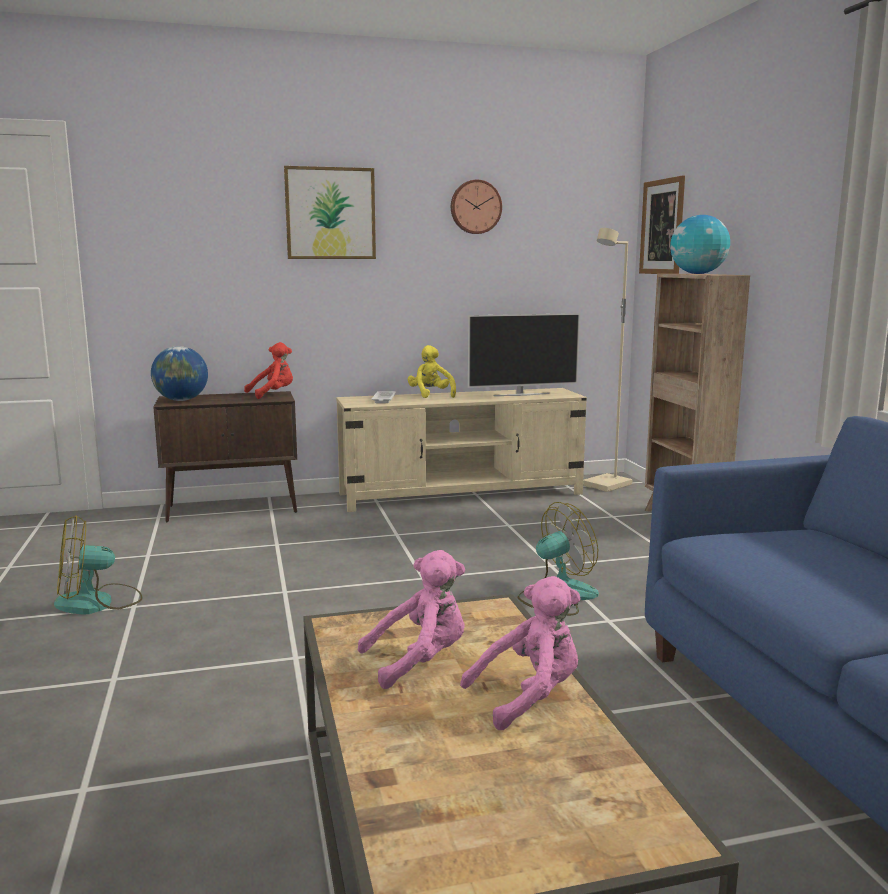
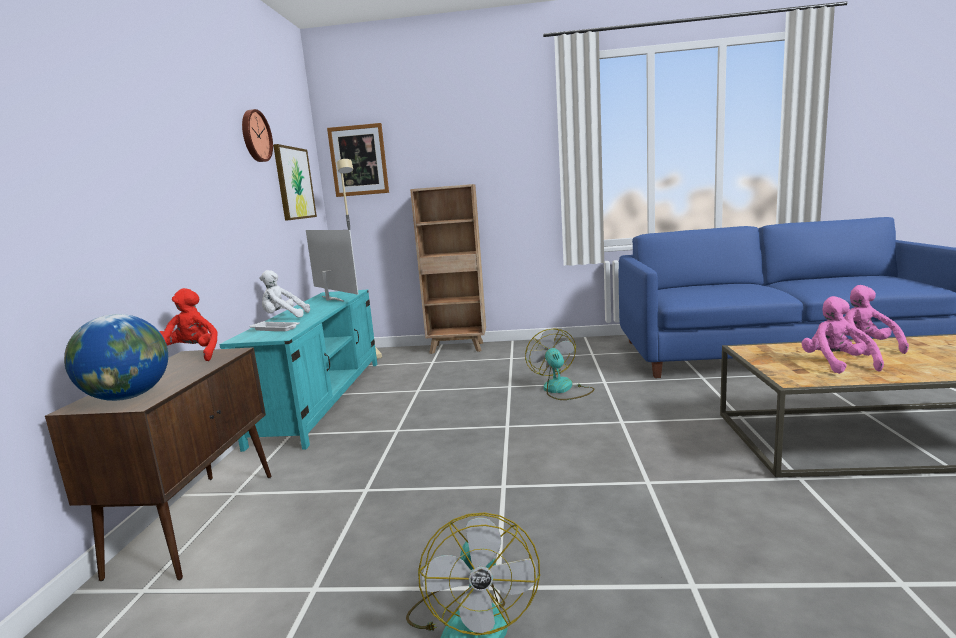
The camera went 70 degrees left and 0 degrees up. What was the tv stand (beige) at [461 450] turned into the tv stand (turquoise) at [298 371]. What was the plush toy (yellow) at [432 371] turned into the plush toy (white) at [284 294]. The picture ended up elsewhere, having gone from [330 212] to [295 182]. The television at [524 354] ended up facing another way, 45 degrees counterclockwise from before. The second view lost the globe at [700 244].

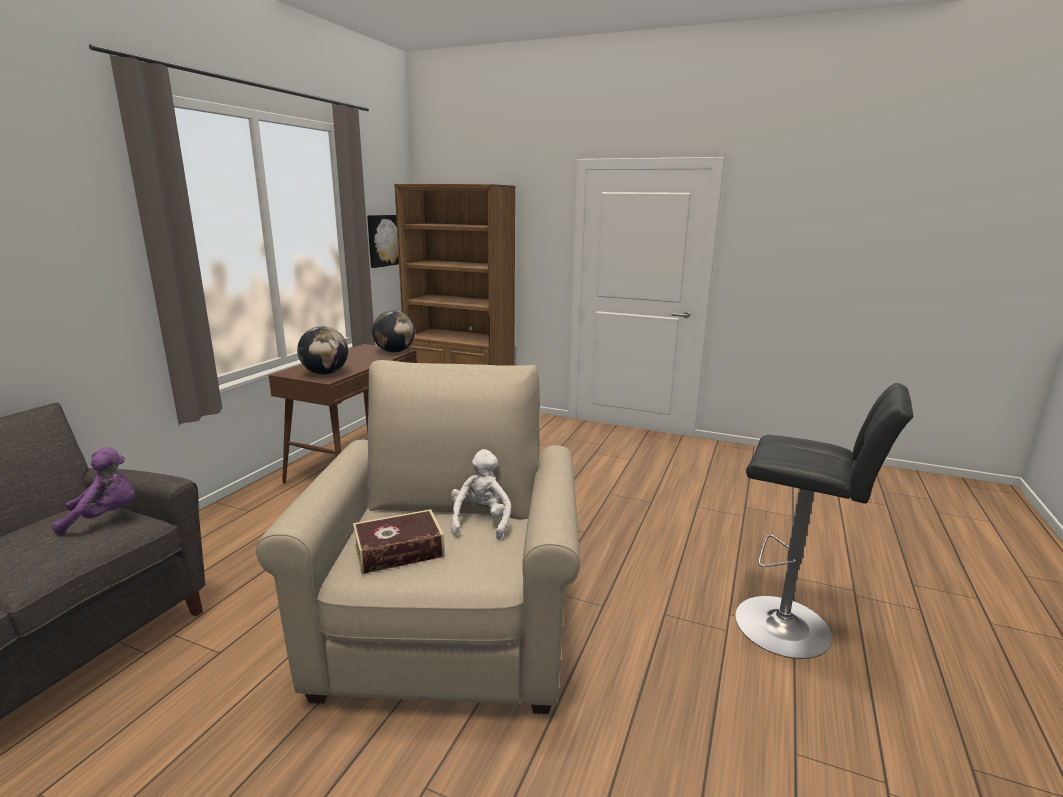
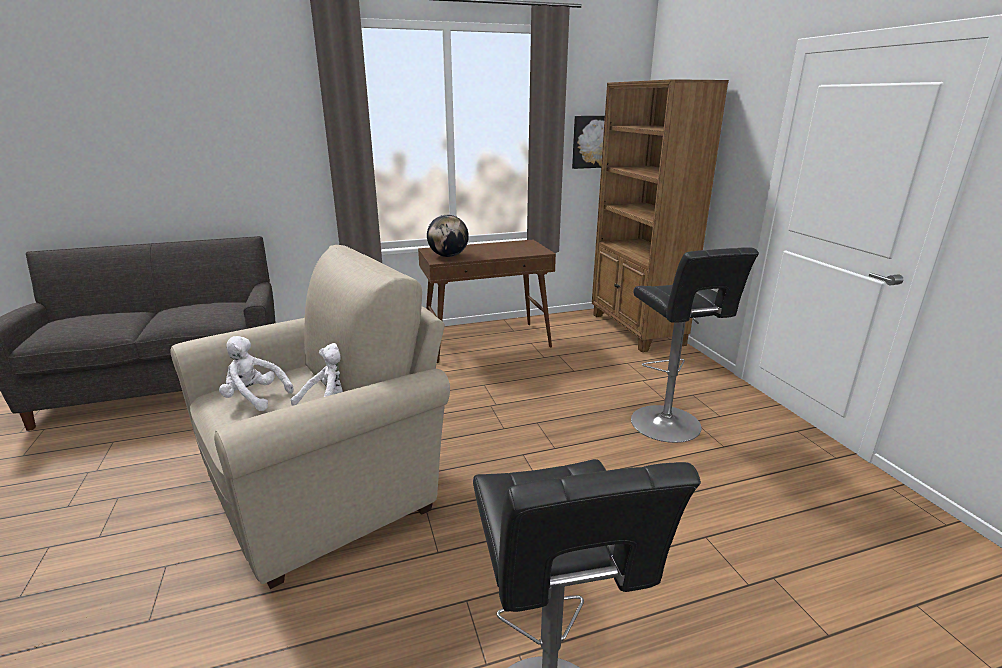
The camera went 50 degrees right and 5 degrees up. Where the book stood at [399 541], the plush toy (white) came to stand at [256 373]. The second view gained the stool (black) at [695 345]. The second view lost the plush toy (purple) at [93 491]. The second view lost the globe at [393 331].

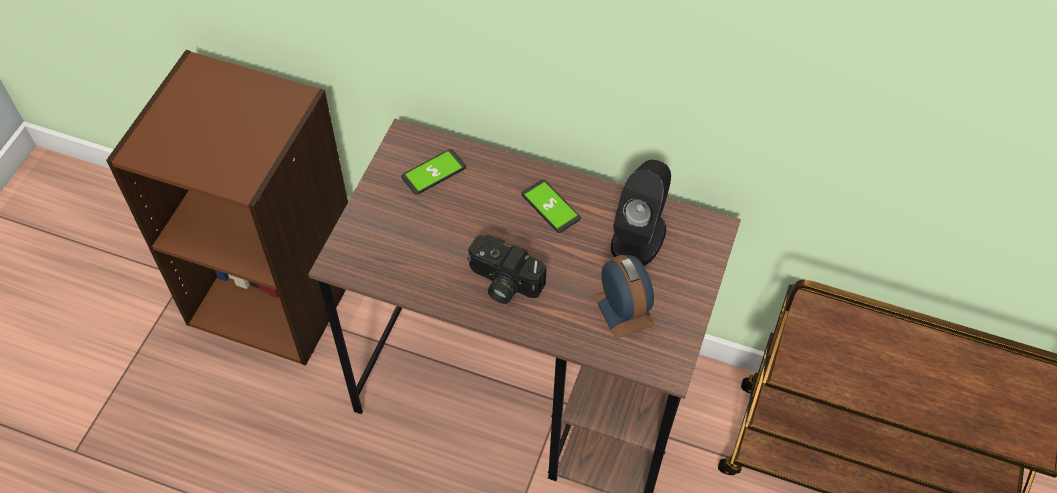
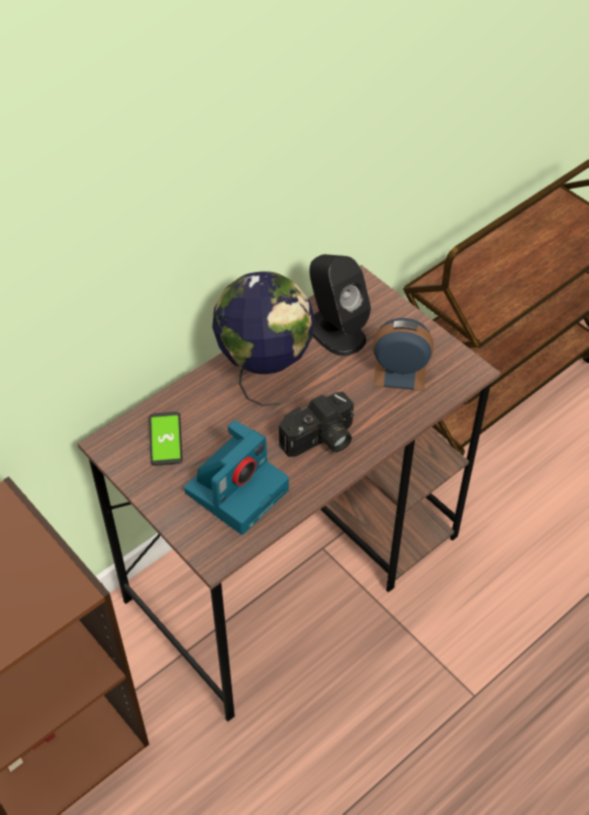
The camera went 60 degrees left and 5 degrees down. The second view gained the photo camera at [236 477]. Where the phone stood at [551 206], the globe came to stand at [263 338].

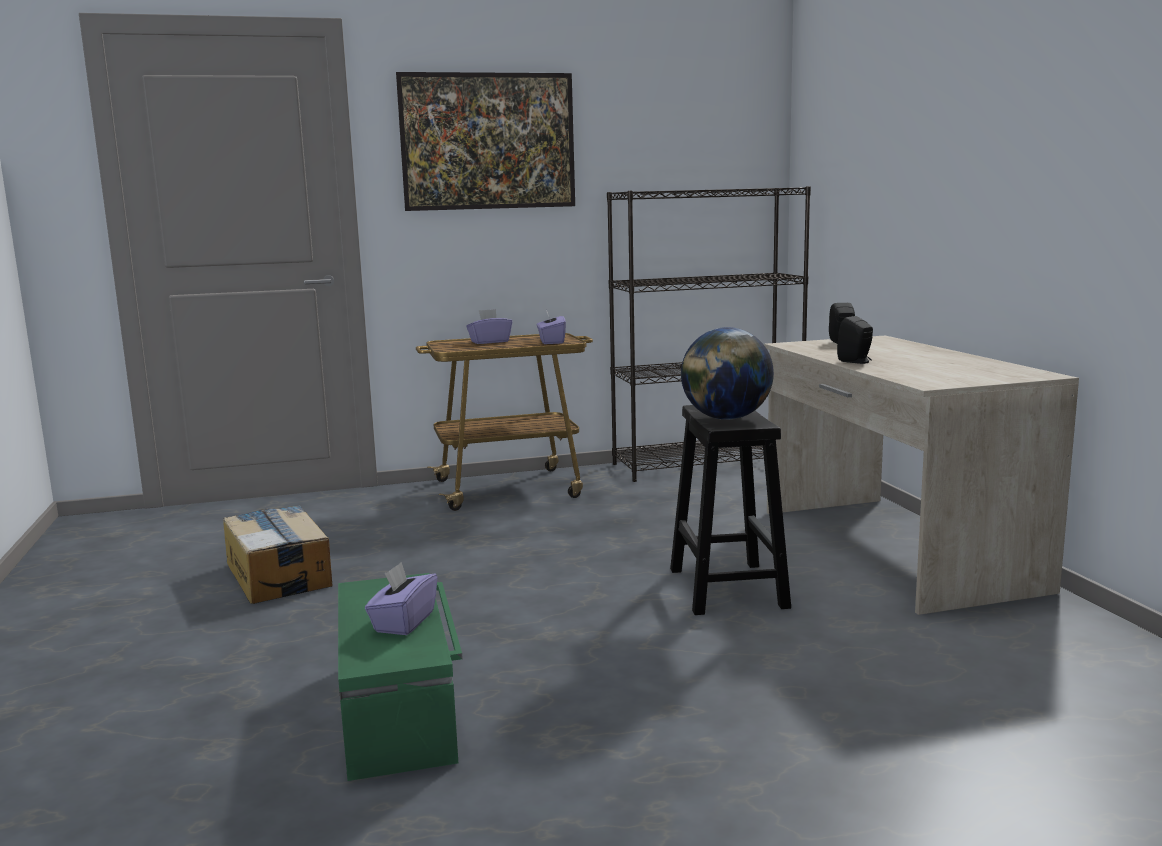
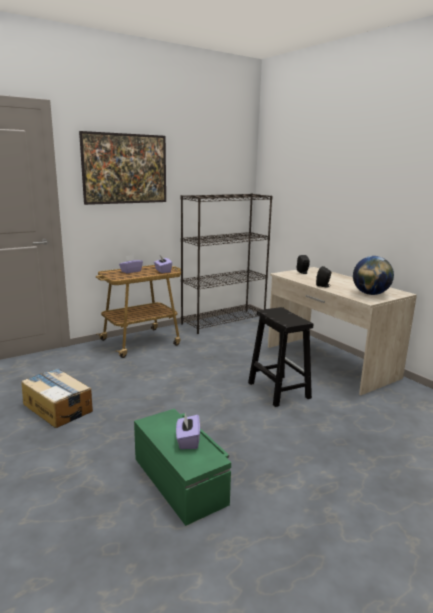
The camera went 20 degrees left and 5 degrees up. The globe ended up elsewhere, having gone from [727 373] to [373 275].

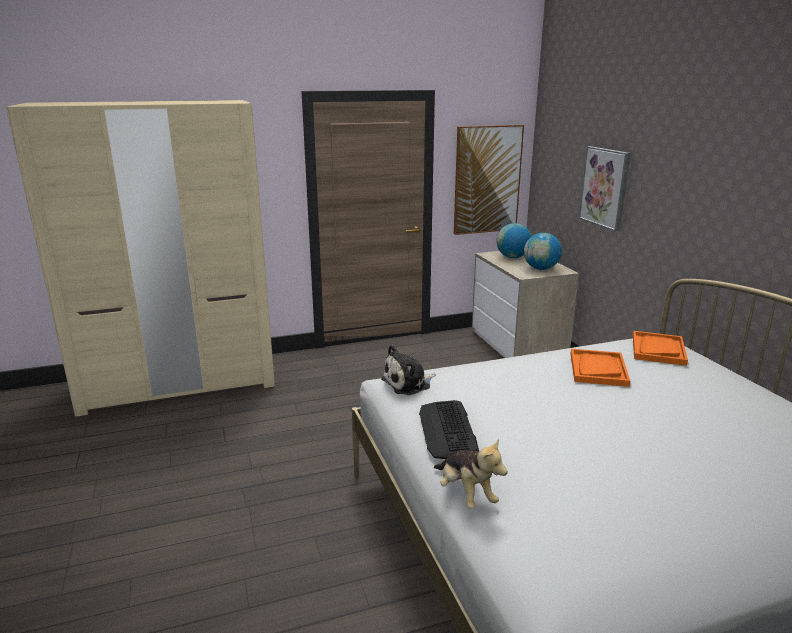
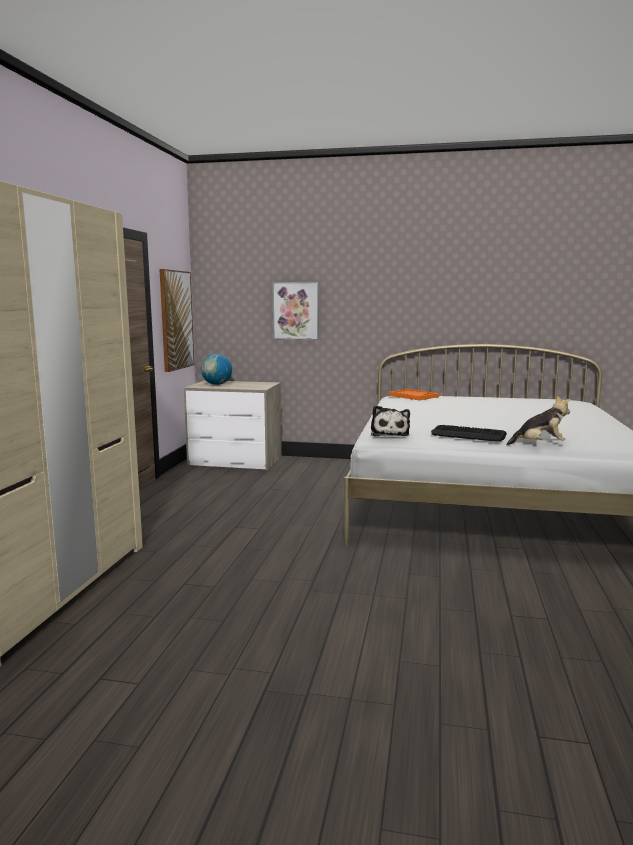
The camera went 60 degrees left and 10 degrees down. The second view lost the globe at [543 251]. The second view lost the tray (orange) at [600 368].

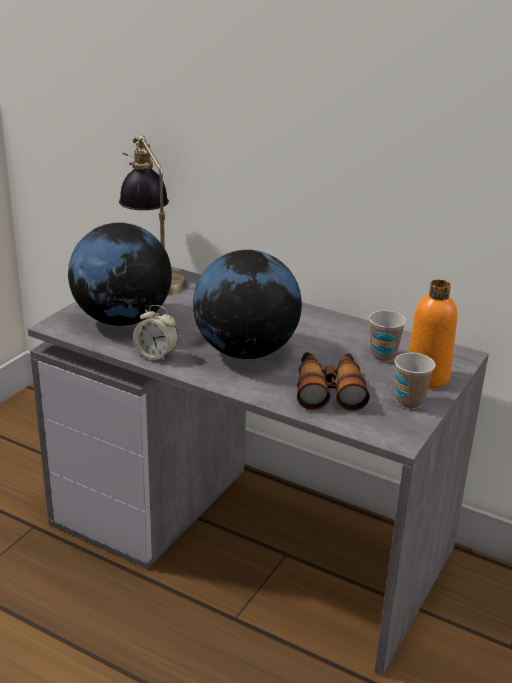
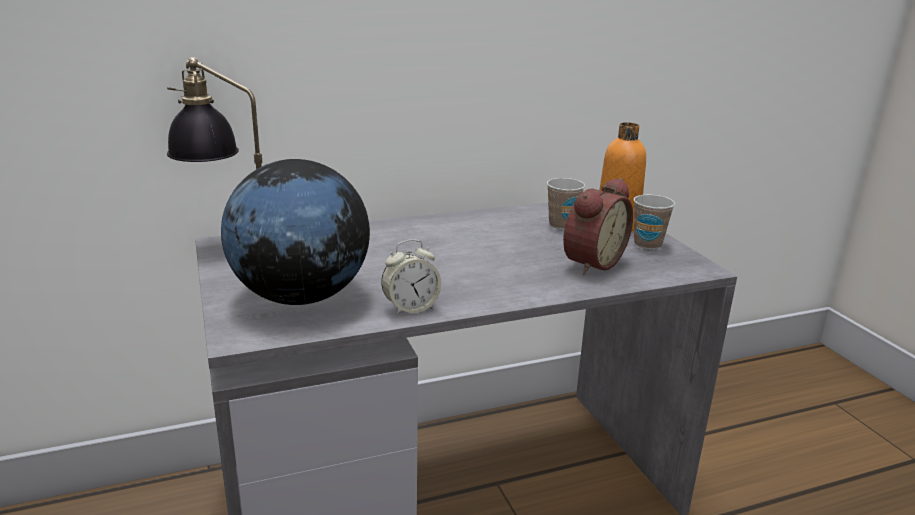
The camera went 50 degrees left and 5 degrees down. Where the binoculars stood at [333 381], the alarm clock came to stand at [598 226]. The second view lost the globe at [247 304].

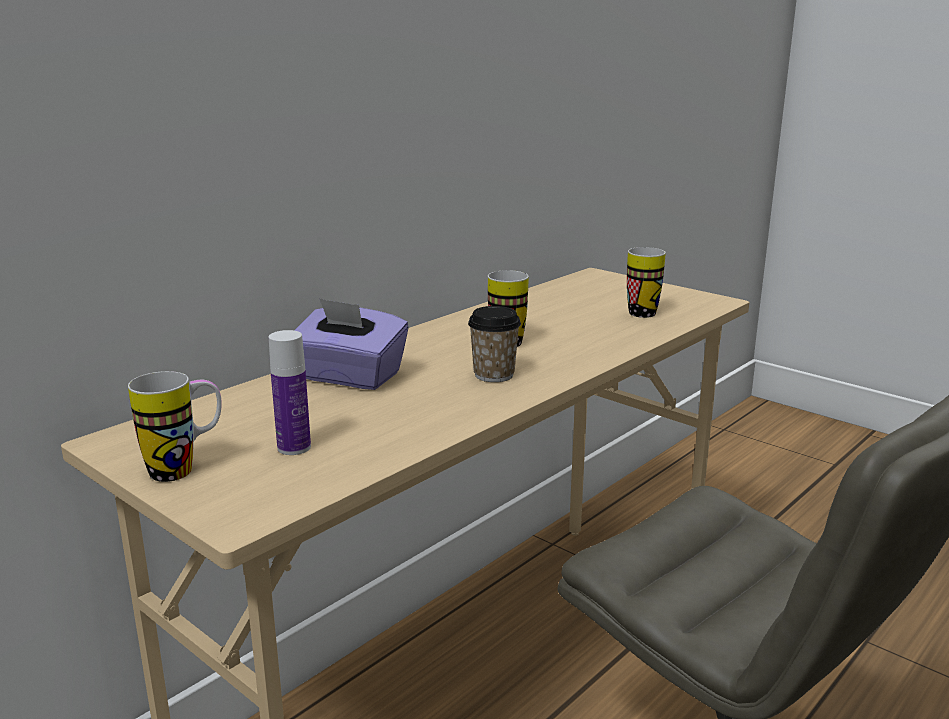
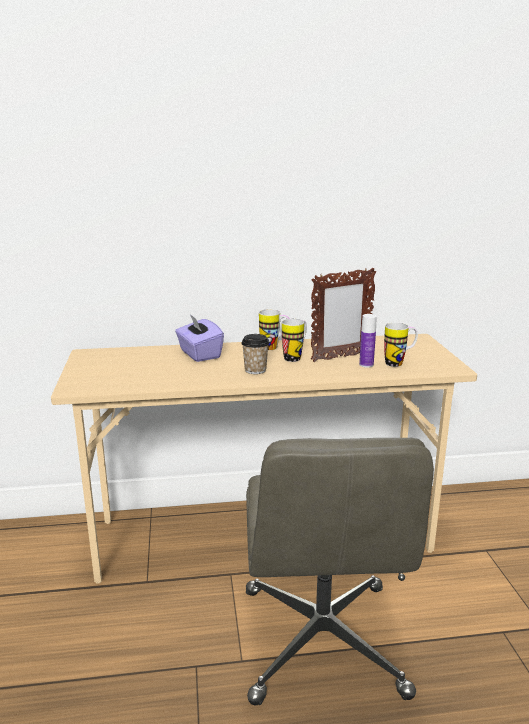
The camera went 40 degrees right and 0 degrees up. The mug ended up elsewhere, having gone from [175 426] to [274 329]. The second view gained the picture frame at [343 315]. The bottle ended up elsewhere, having gone from [290 392] to [368 341].

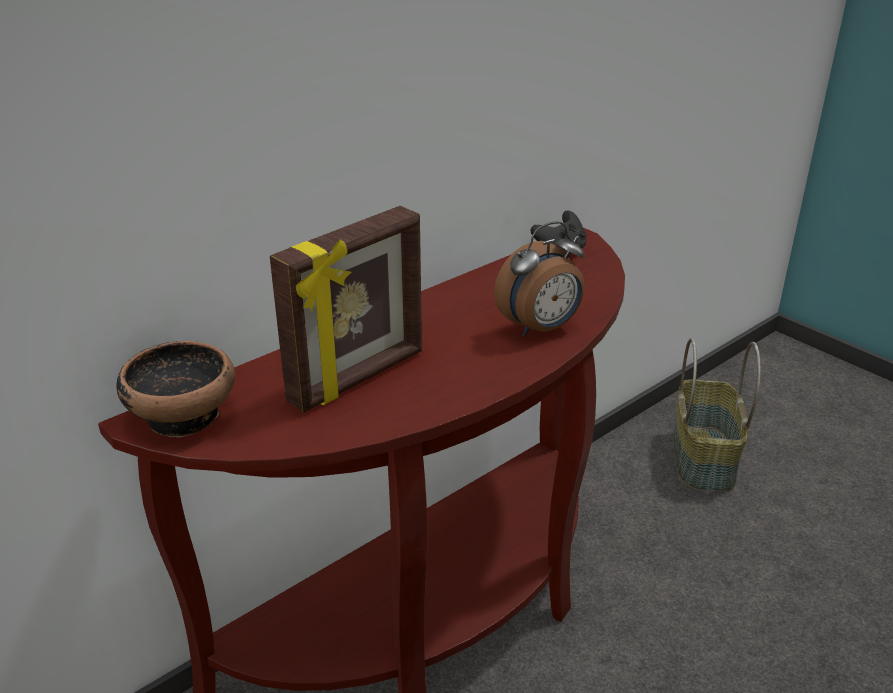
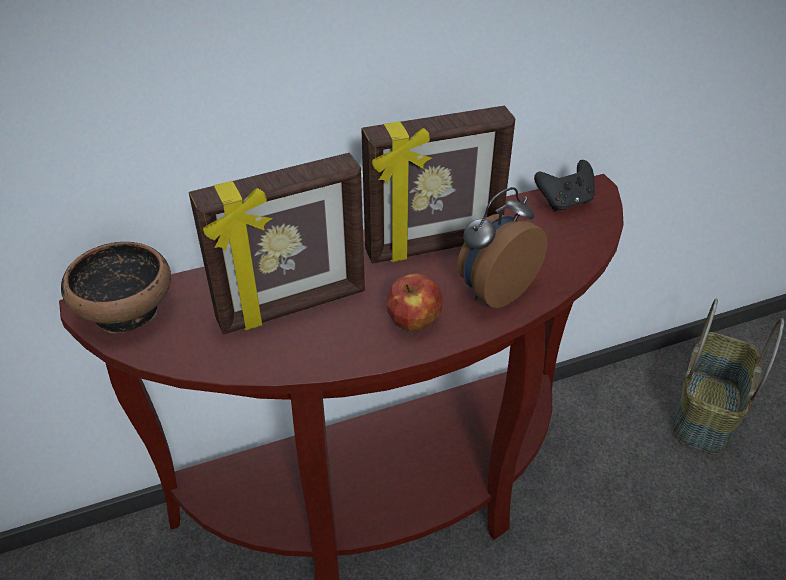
The camera went 20 degrees right and 10 degrees up. The second view gained the picture frame at [438 185]. The second view gained the apple at [415 302]. The alarm clock at [539 278] ended up facing another way, 150 degrees clockwise from before.

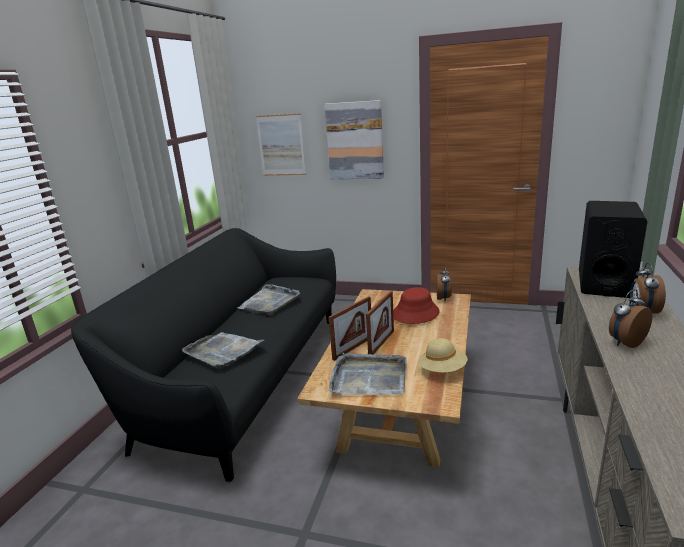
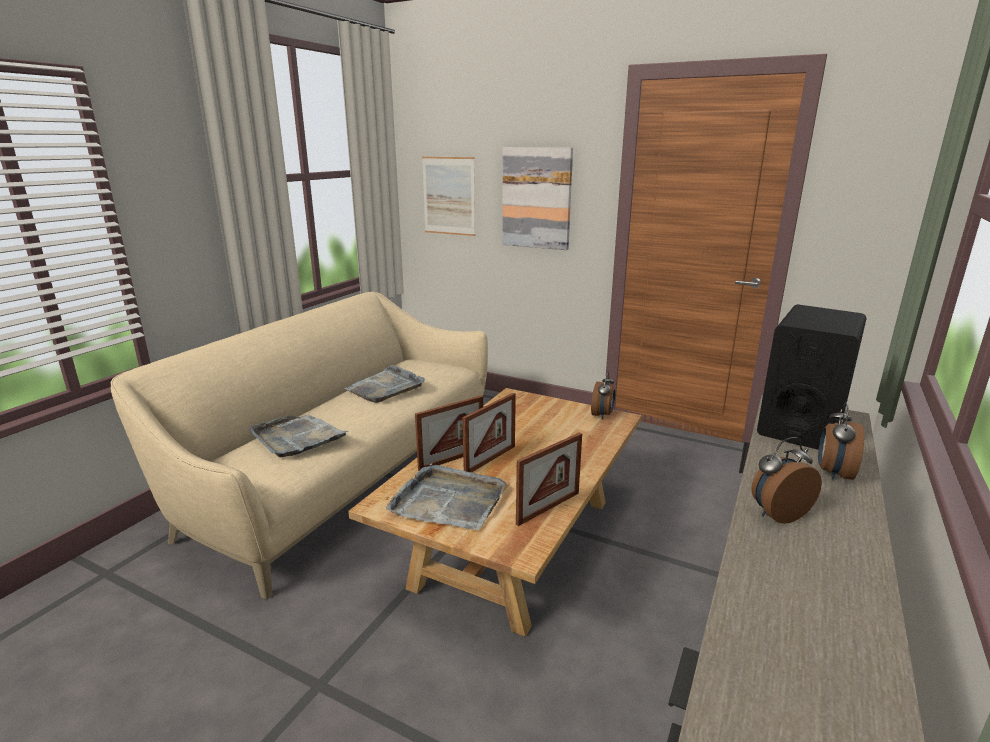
The camera went 10 degrees right and 0 degrees up. What was the sofa (black) at [203 355] turned into the sofa (beige) at [299 445]. Where the hat (beige) stood at [443 355], the picture frame came to stand at [549 479]. The second view lost the hat (red) at [416 305].

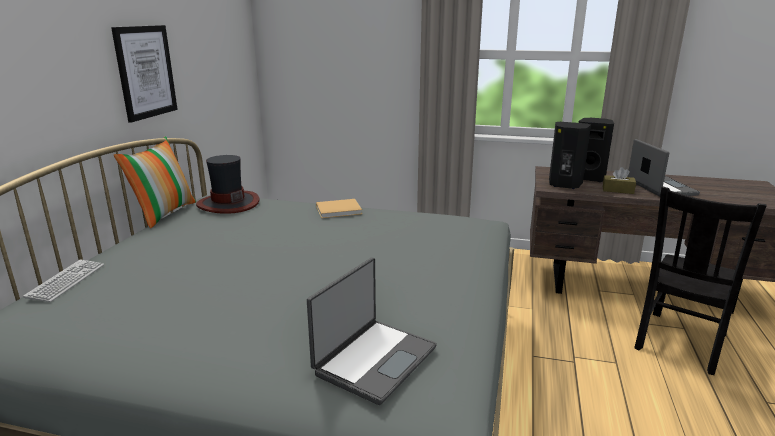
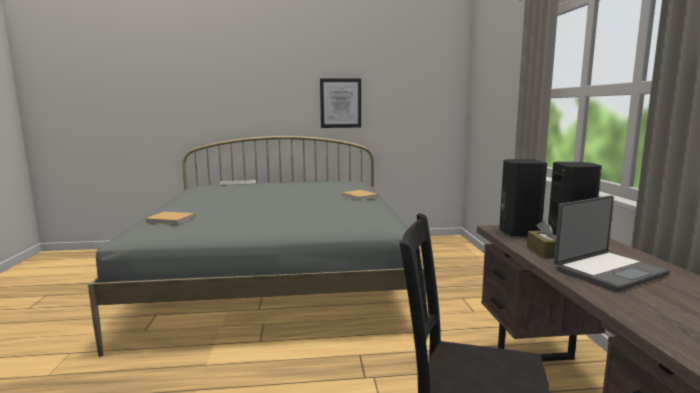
The camera went 70 degrees right and 10 degrees down. Where the laptop stood at [372 331], the book (beige) came to stand at [170 218]. The second view lost the pillow at [154 182]. The second view lost the hat at [228 184].

